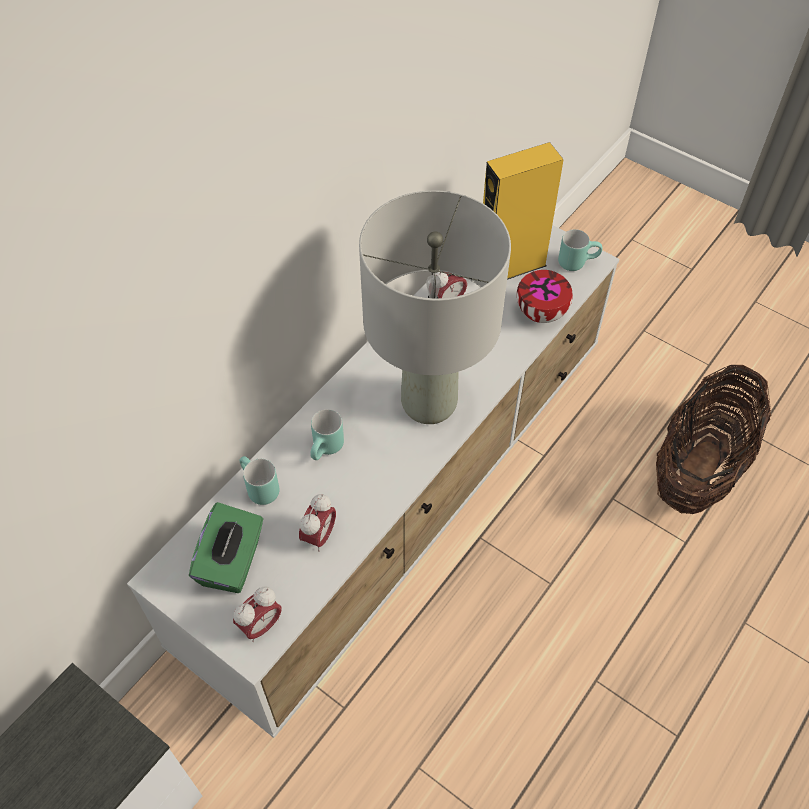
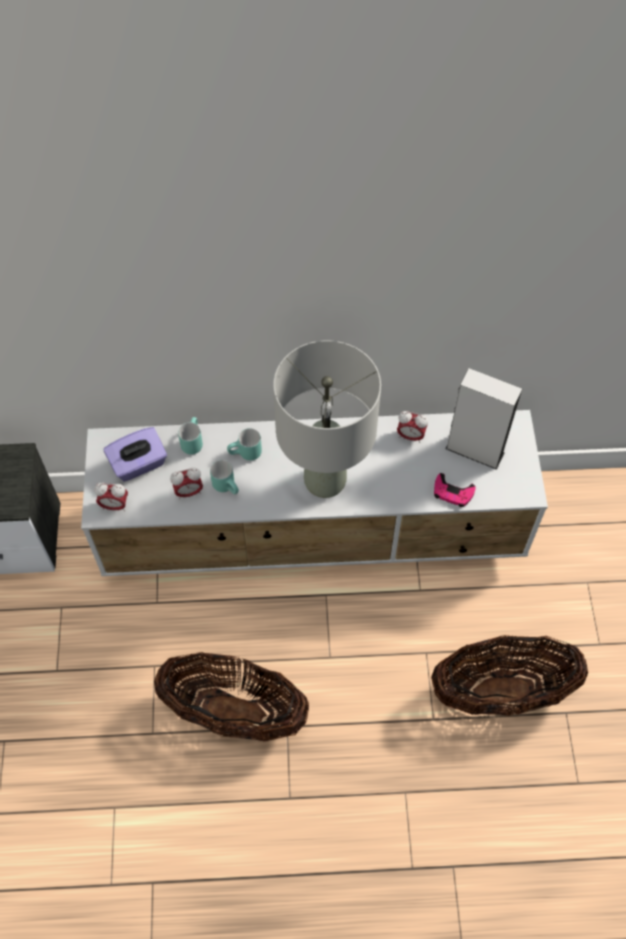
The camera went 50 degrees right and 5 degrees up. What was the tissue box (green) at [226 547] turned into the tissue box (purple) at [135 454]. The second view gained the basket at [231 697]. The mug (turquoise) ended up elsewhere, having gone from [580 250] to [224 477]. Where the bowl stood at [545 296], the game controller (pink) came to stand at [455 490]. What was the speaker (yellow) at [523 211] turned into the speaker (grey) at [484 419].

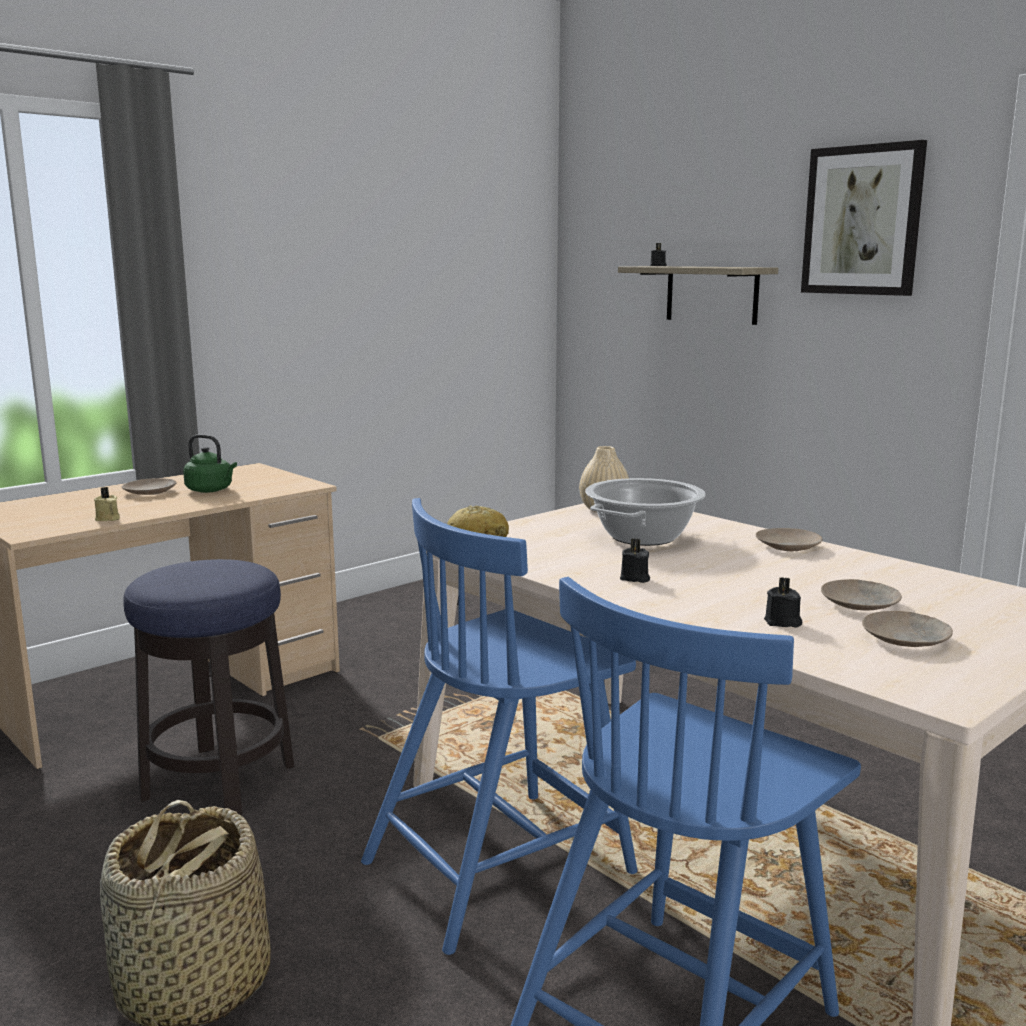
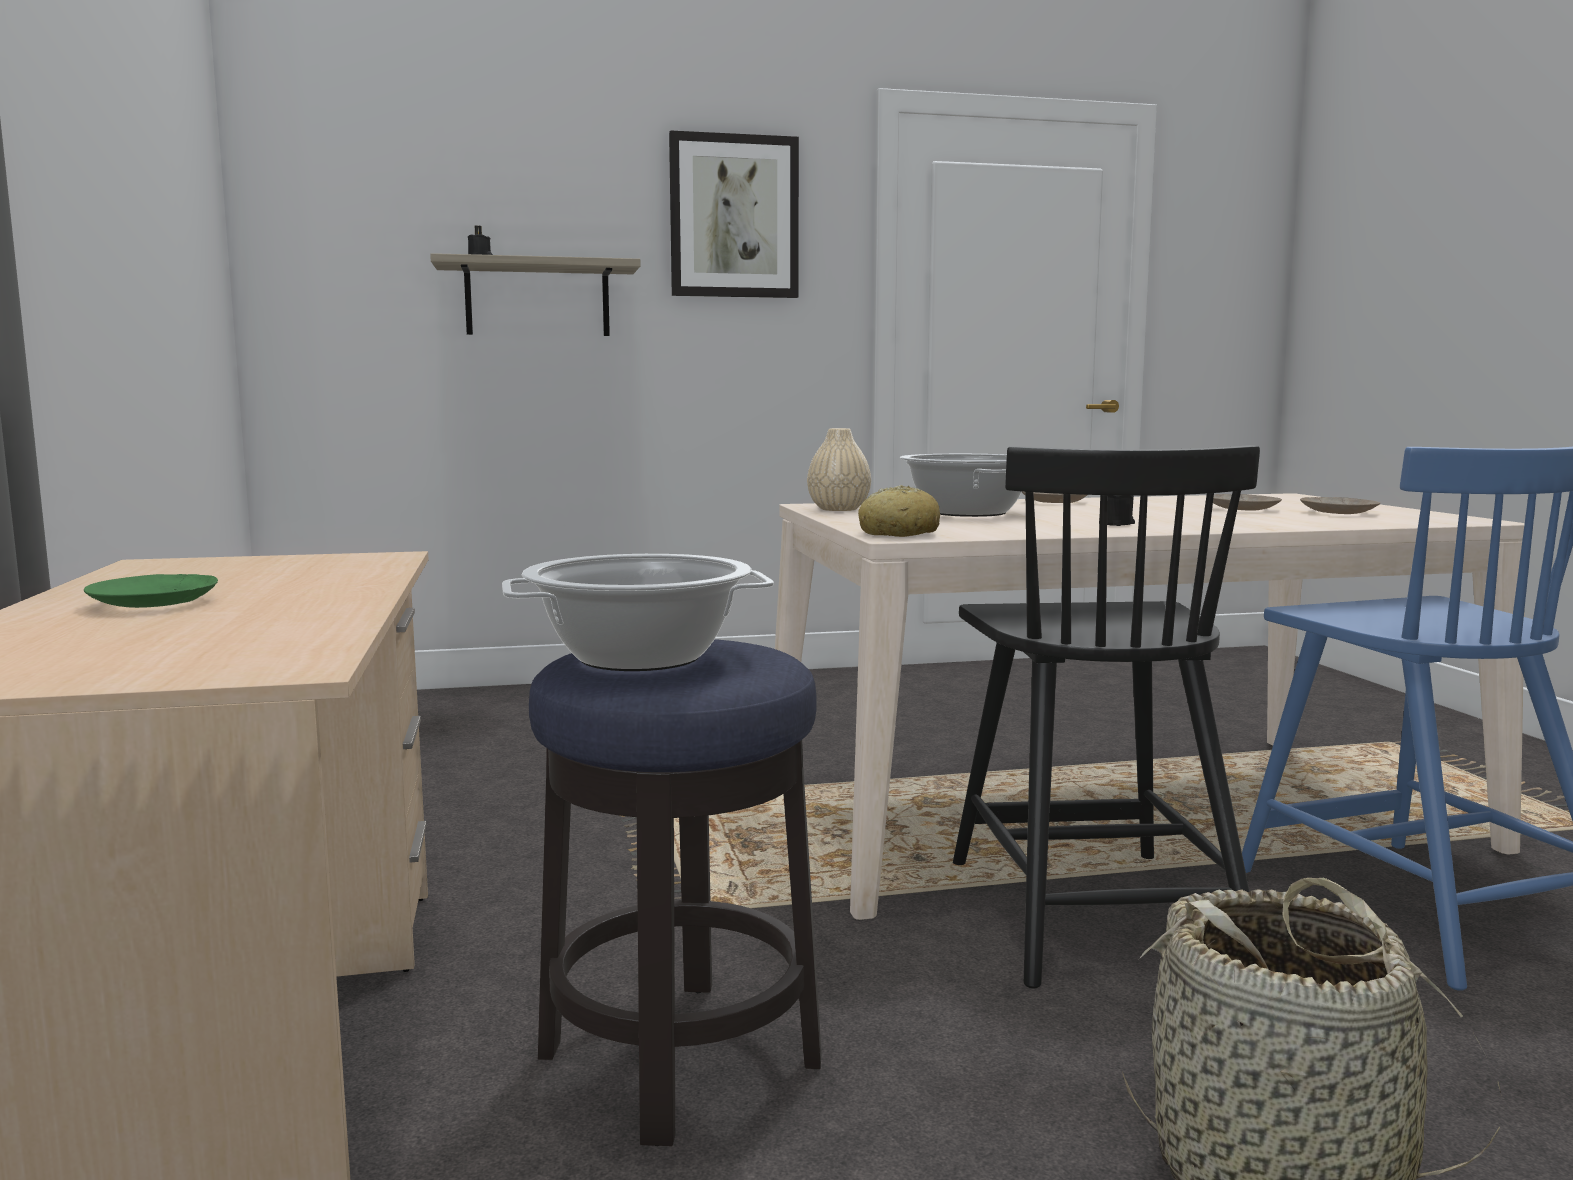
The camera went 60 degrees left and 5 degrees down. What was the plate (beige) at [149 486] turned into the plate (green) at [151 591]. The second view gained the cooking pot at [638 612]. What was the chair (blue) at [499 726] turned into the chair (black) at [1106 717]. The second view lost the candle (beige) at [107 504]. The second view lost the kettle (green) at [210 463]. The second view lost the candle (black) at [783 602].

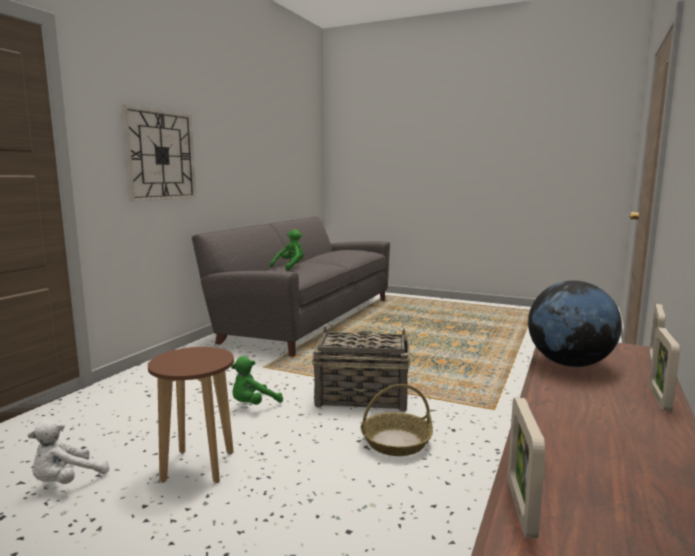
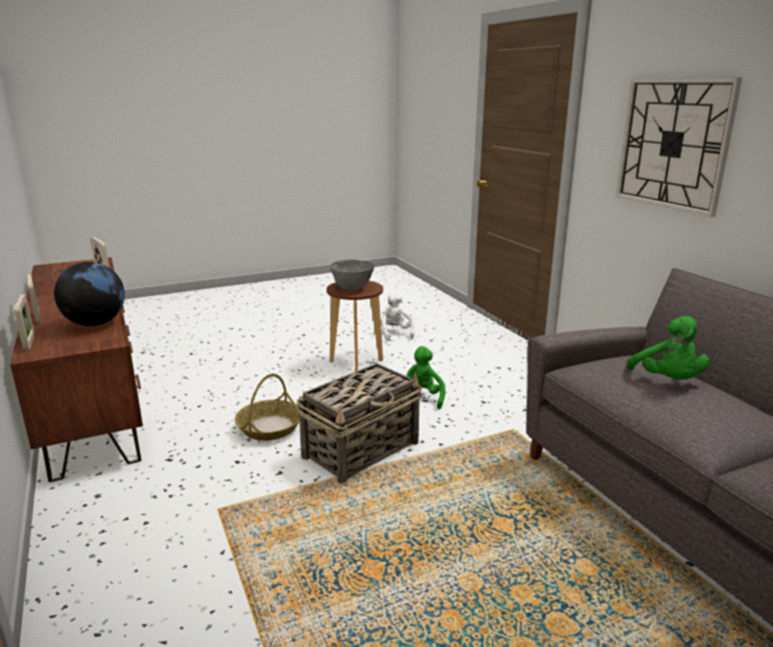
The camera went 130 degrees right and 10 degrees up. The second view gained the bowl (grey) at [352 275].

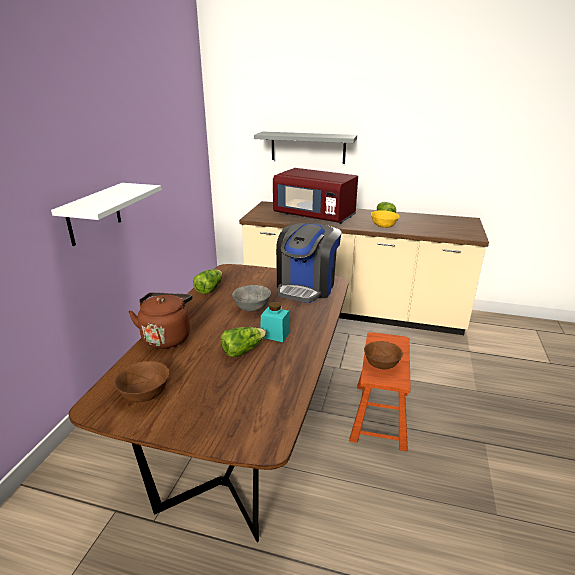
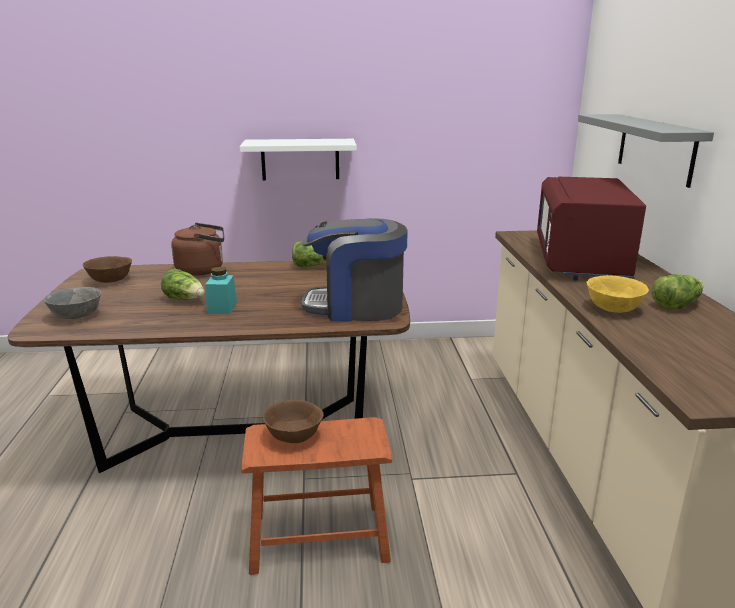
The camera went 70 degrees right and 5 degrees down. The bowl (grey) ended up elsewhere, having gone from [251 298] to [72 303].

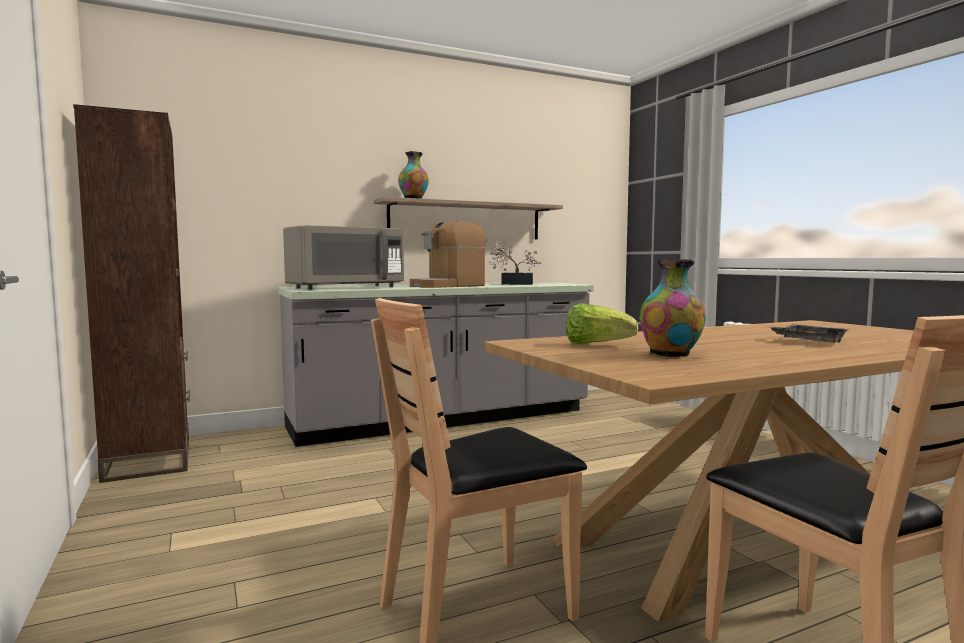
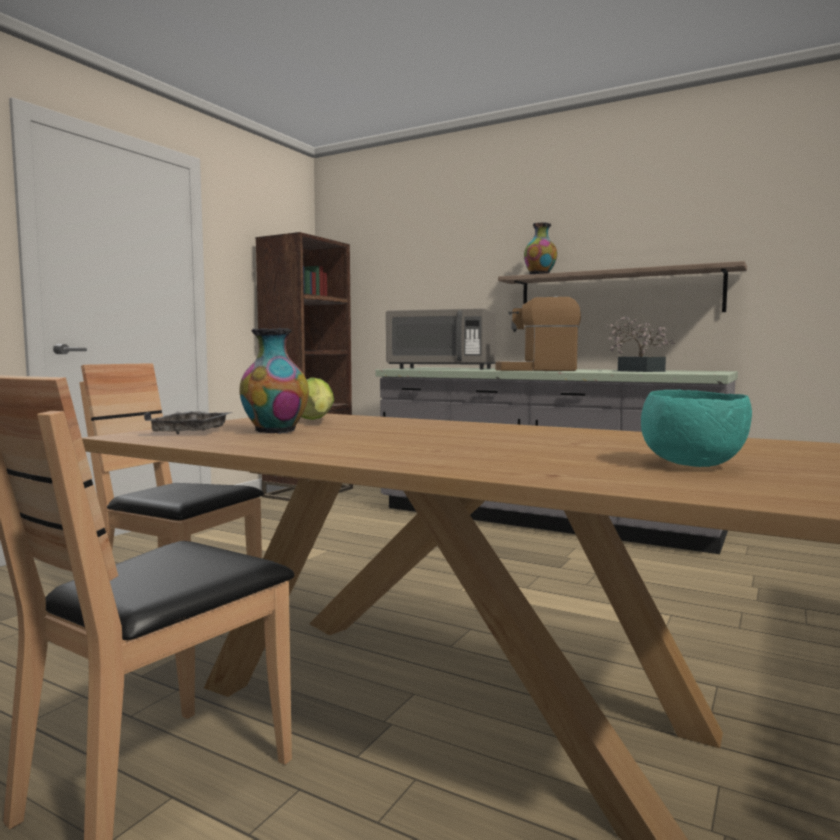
The camera went 55 degrees right and 0 degrees up. The tray (grey) ended up elsewhere, having gone from [808 333] to [188 422]. The second view gained the bowl (turquoise) at [696 428].

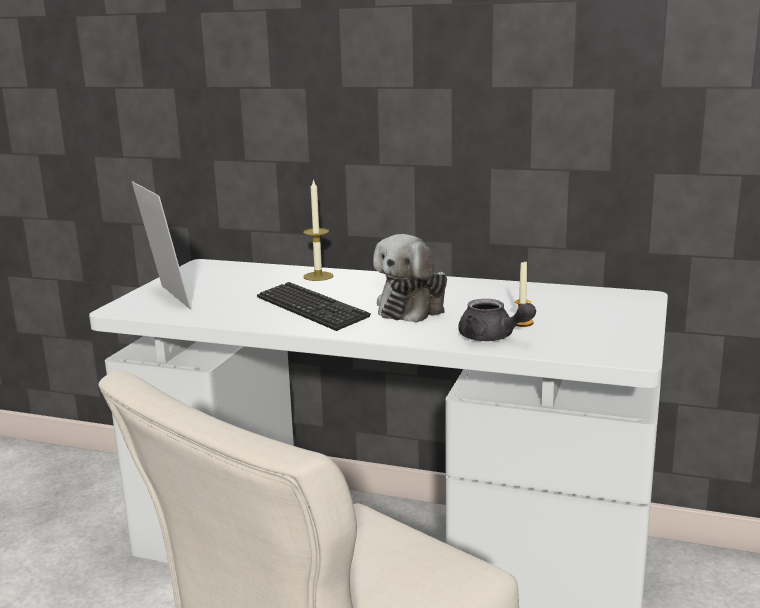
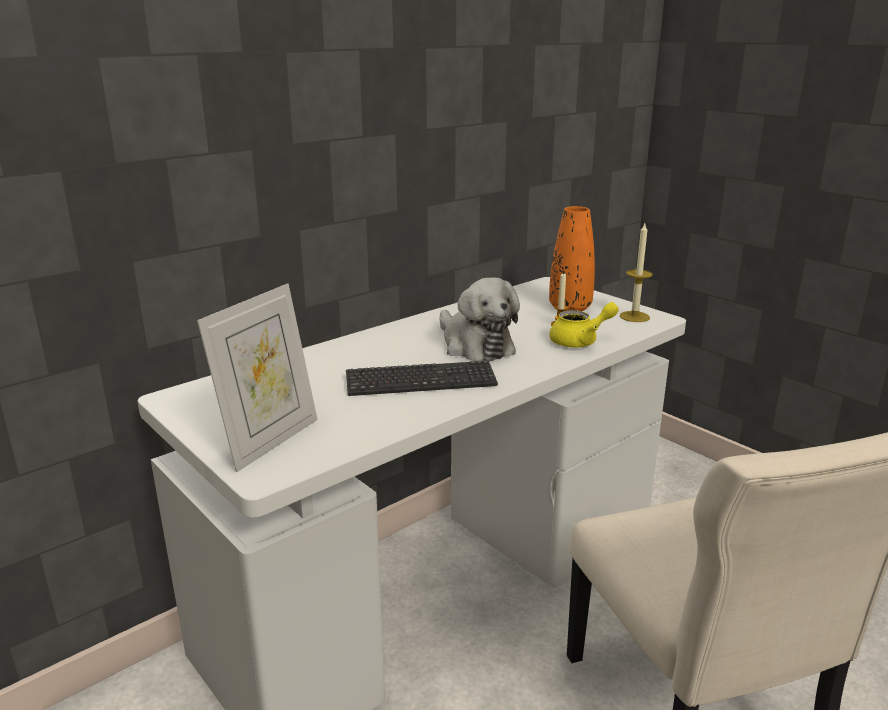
The camera went 60 degrees left and 5 degrees up. The picture frame at [161 245] ended up facing another way, 120 degrees clockwise from before. The second view gained the vase (orange) at [572 258]. What was the teapot (grey) at [497 320] turned into the teapot (yellow) at [584 325]. The candle ended up elsewhere, having gone from [318 230] to [636 273].

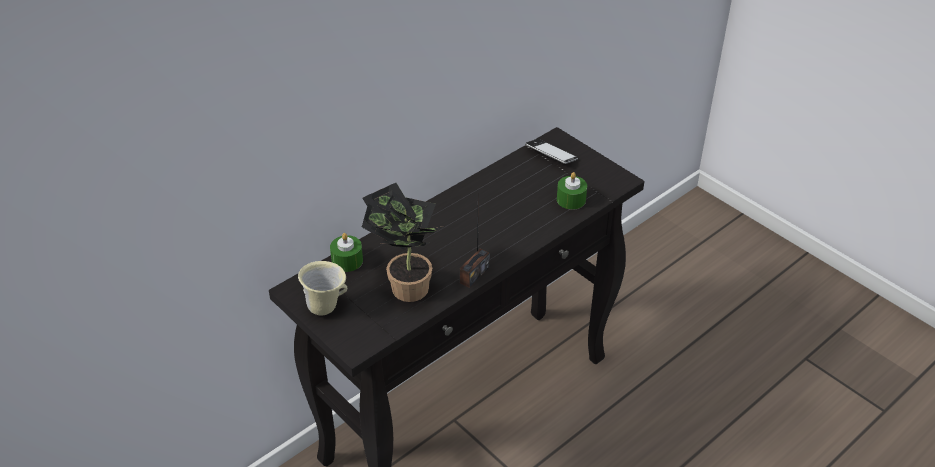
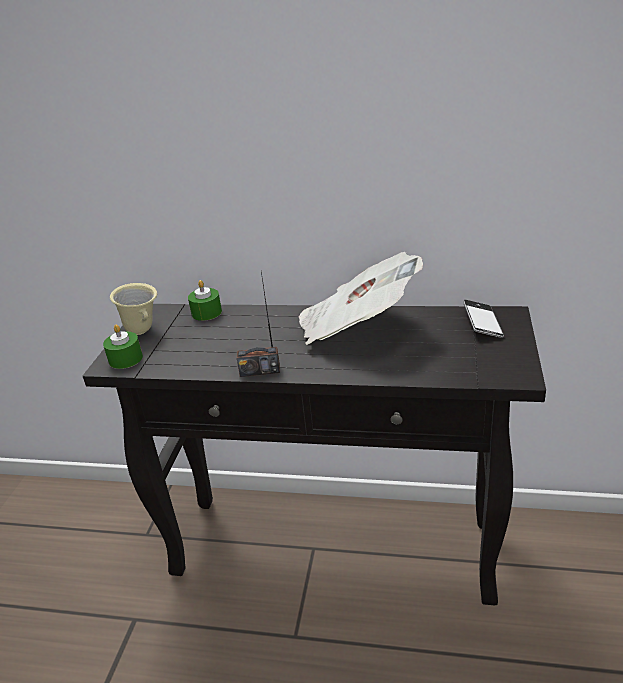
The camera went 55 degrees right and 10 degrees down. The candle (green) ended up elsewhere, having gone from [572 191] to [123 346]. The second view gained the newspaper at [361 298]. The second view lost the potted plant at [403 242].

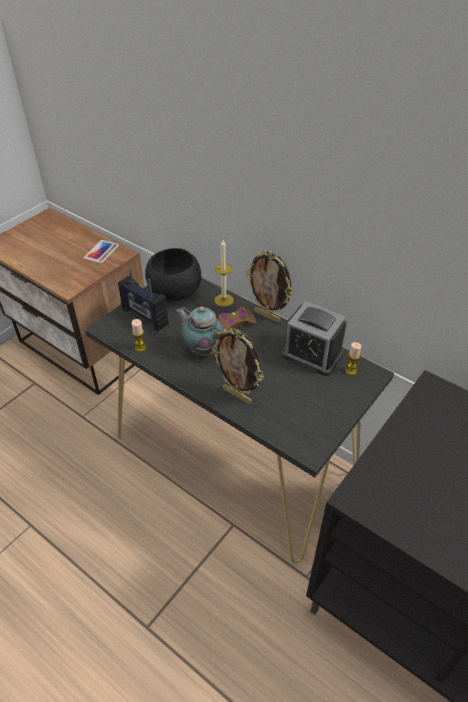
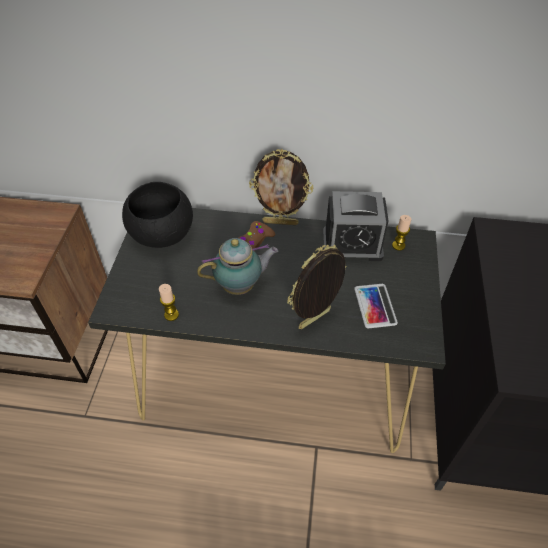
The camera went 30 degrees left and 5 degrees up. The teapot at [200 331] ended up facing another way, 150 degrees clockwise from before. The picture frame at [238 366] ended up facing another way, 135 degrees clockwise from before. The phone ended up elsewhere, having gone from [101 251] to [376 306]. The second view lost the radio at [143 299]. The second view lost the candle at [224 273].

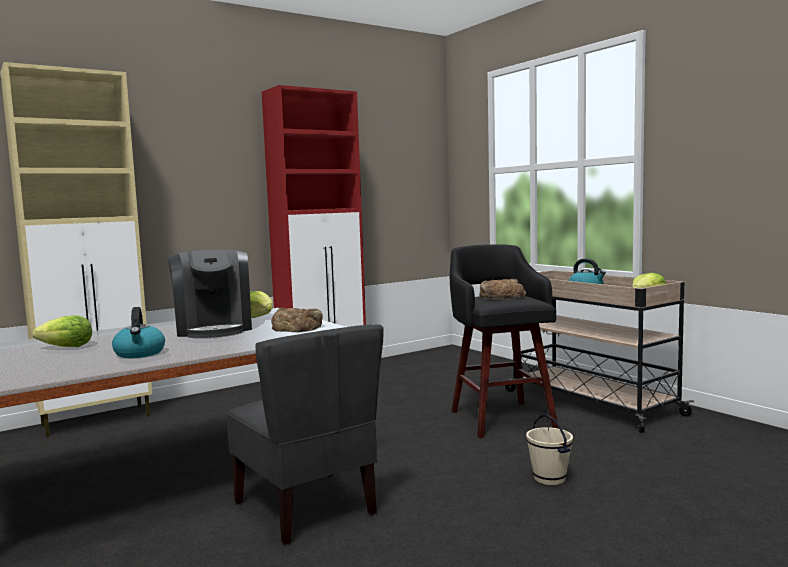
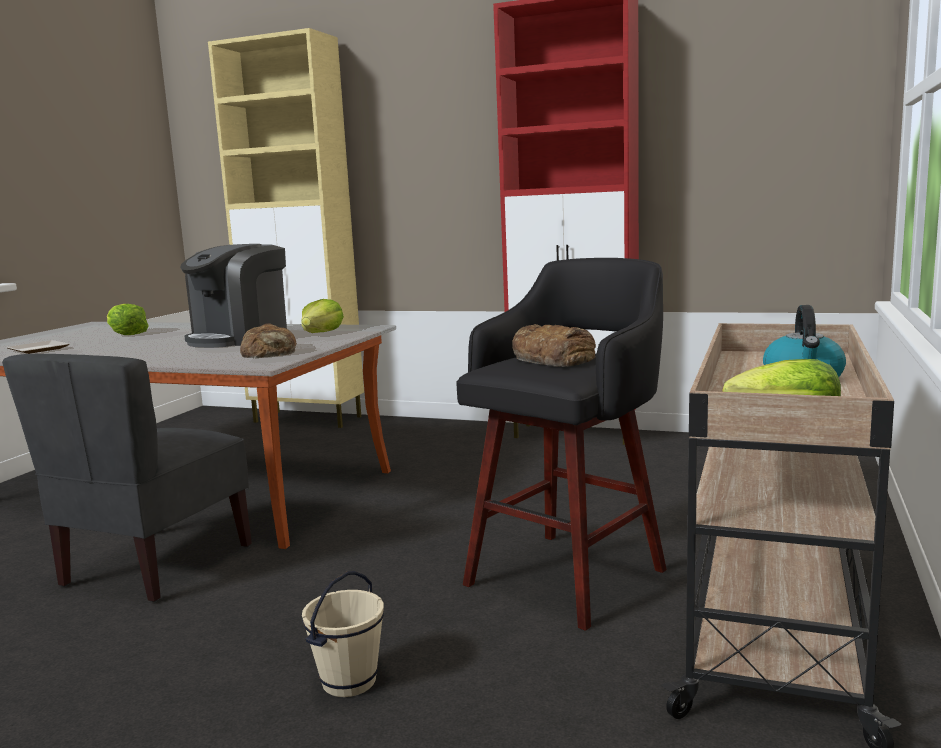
The camera went 55 degrees right and 5 degrees up. The second view gained the plate at [38 347]. The second view lost the kettle at [138 332].

